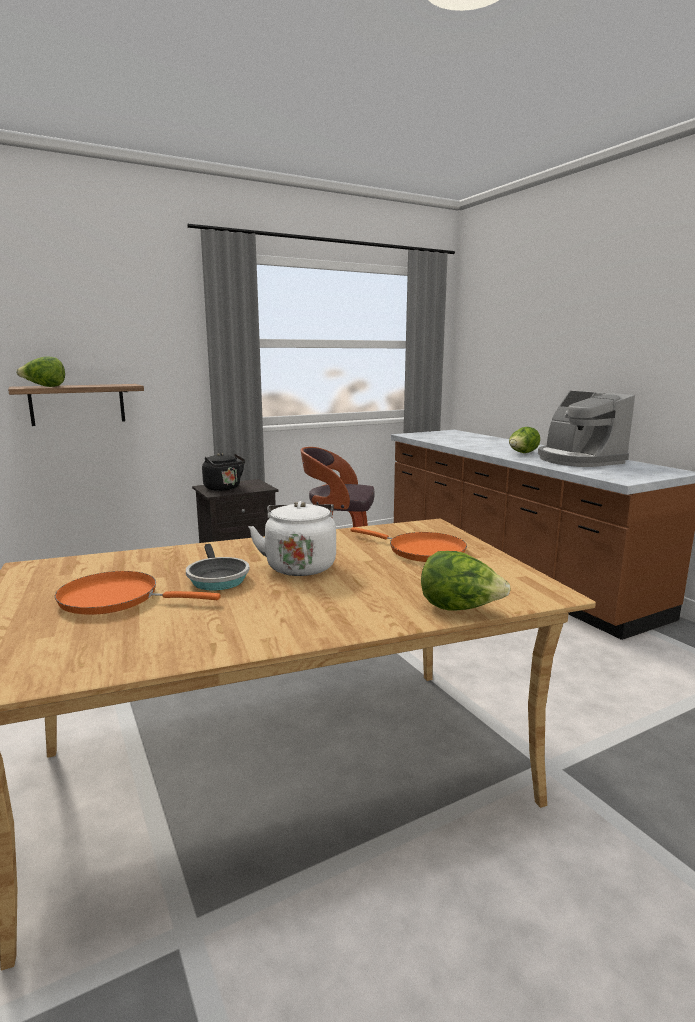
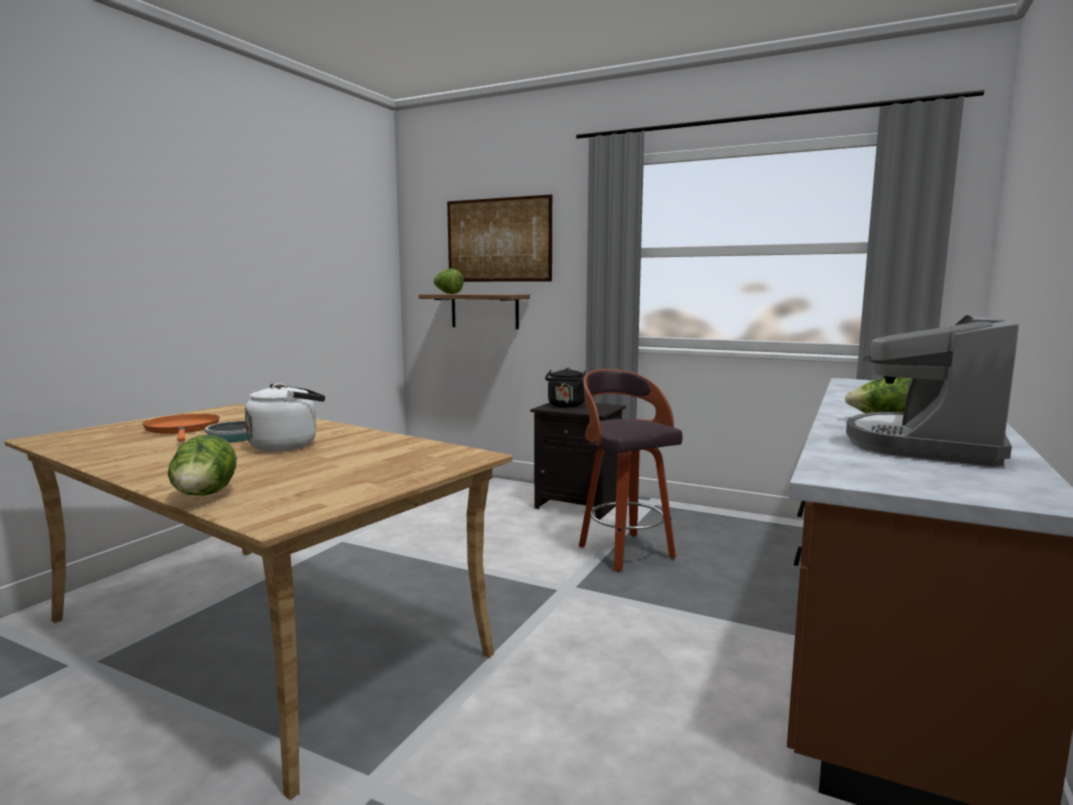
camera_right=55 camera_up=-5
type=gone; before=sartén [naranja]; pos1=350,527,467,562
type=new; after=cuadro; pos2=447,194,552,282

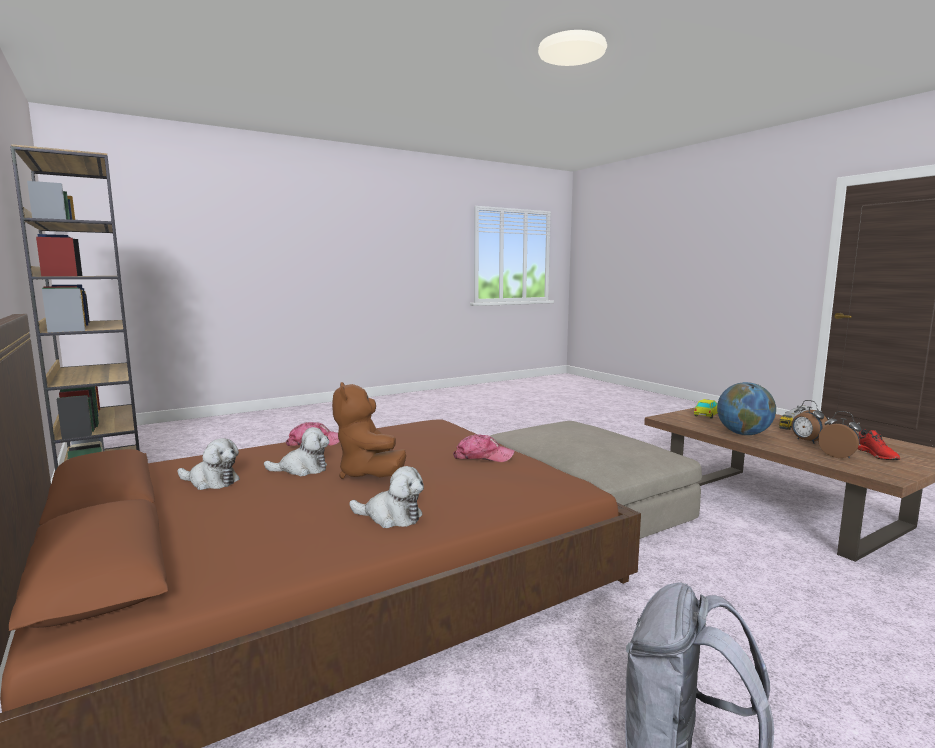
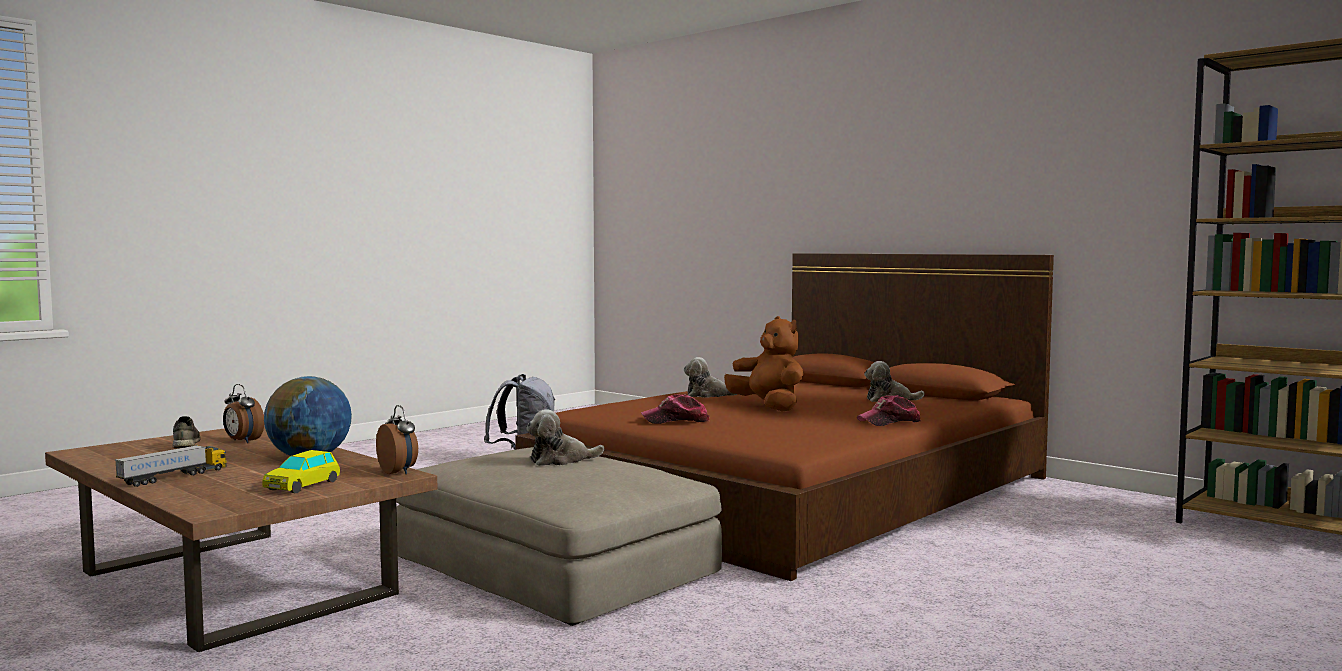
camera_right=165 camera_up=-5
type=shifted; before=peluche; pos1=264,427,330,476; pos2=526,409,604,466
type=shifted; before=despertador; pos1=792,400,829,443; pos2=376,405,418,474
type=repainted; before=zapato [rojo]; after=zapato [gris]; pos1=858,429,900,460; pos2=173,416,201,448

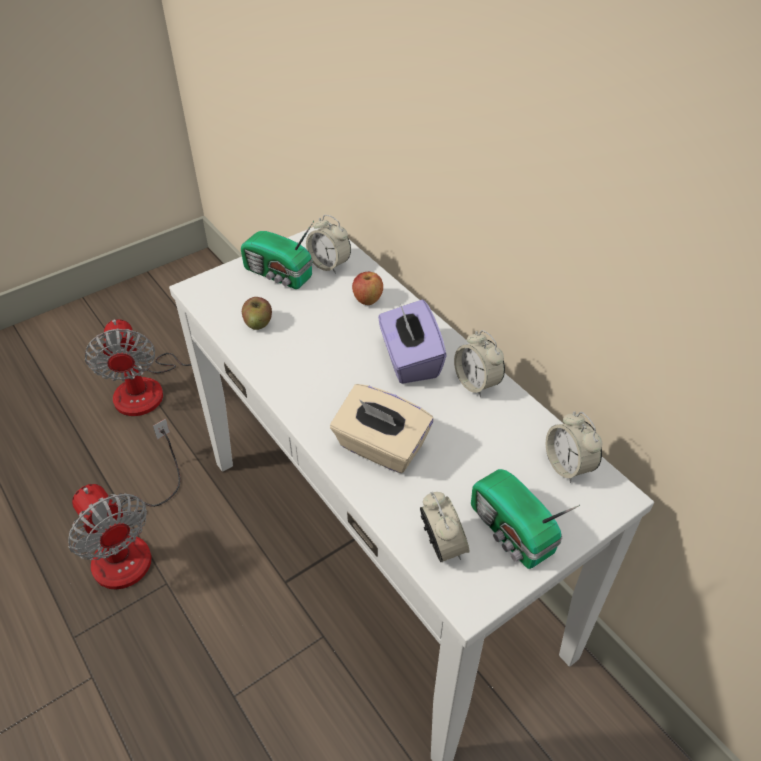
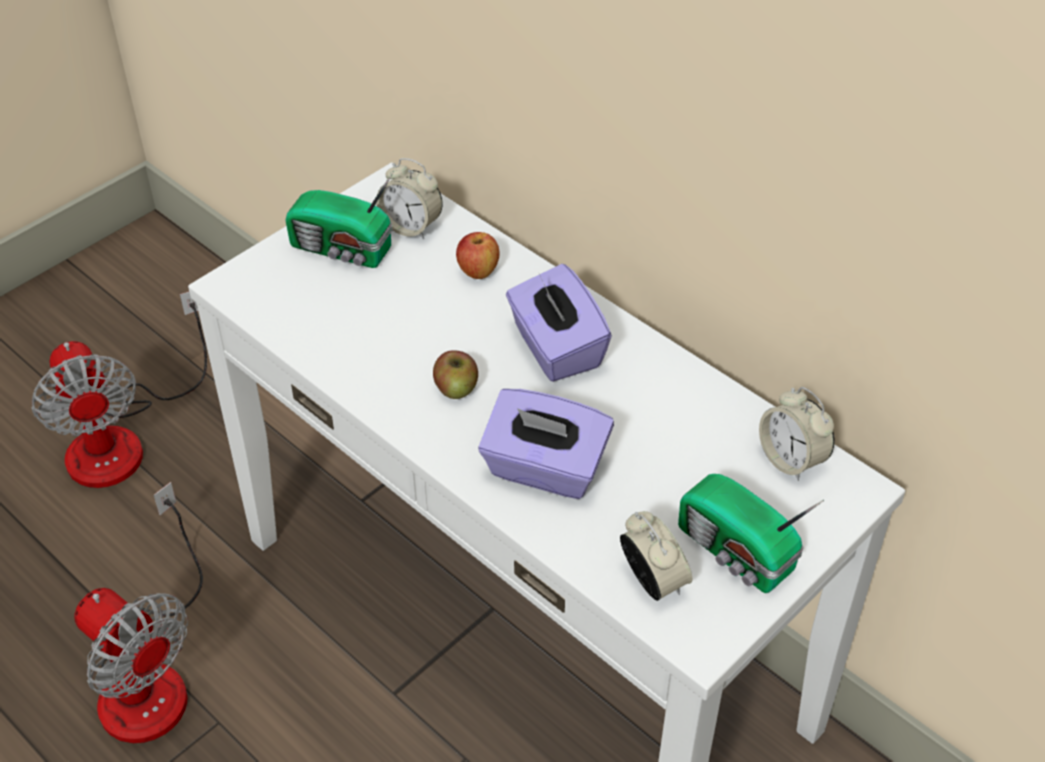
camera_right=-10 camera_up=0
type=gone; before=despertador; pos1=454,330,505,397
type=shifted; before=manzana; pos1=242,297,272,330; pos2=433,350,478,399
type=repainted; before=caja de pañuelos [beis]; after=caja de pañuelos [morado]; pos1=330,384,433,473; pos2=478,389,614,499

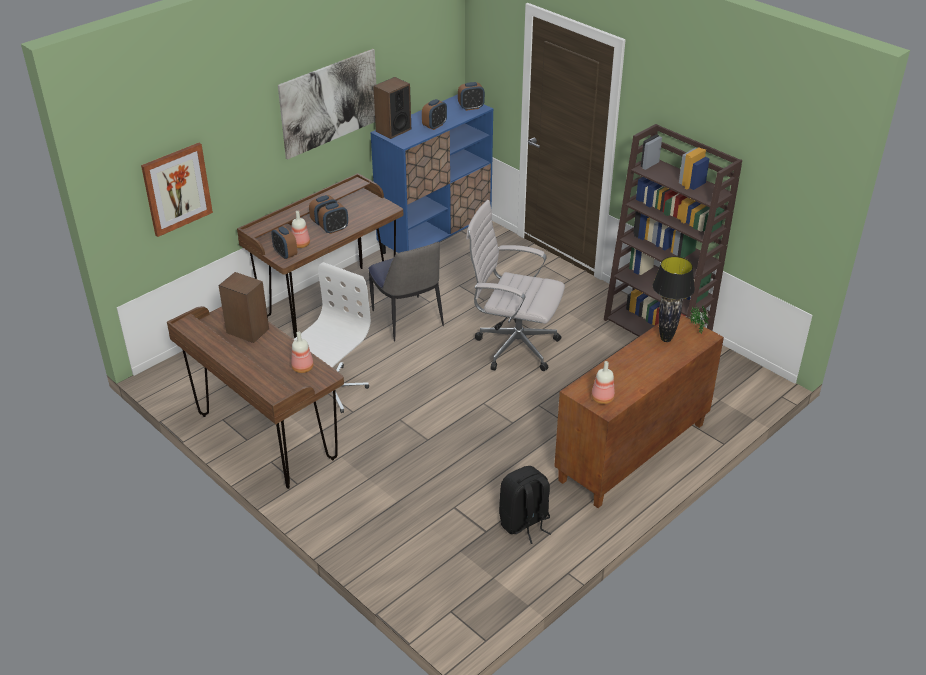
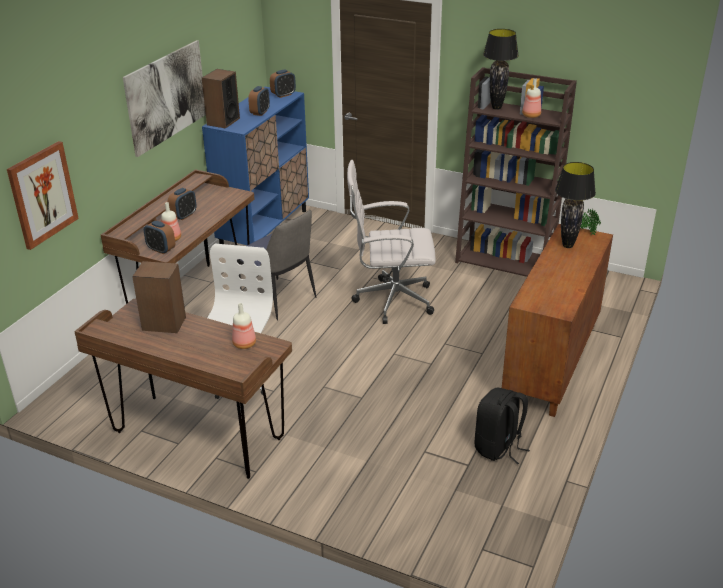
camera_right=-20 camera_up=-5
type=gone; before=despertador; pos1=318,203,348,234
type=new; after=lámpara de mesa [negro]; pos2=483,29,519,110
type=shifted; before=botella; pos1=591,361,615,404; pos2=522,78,541,118

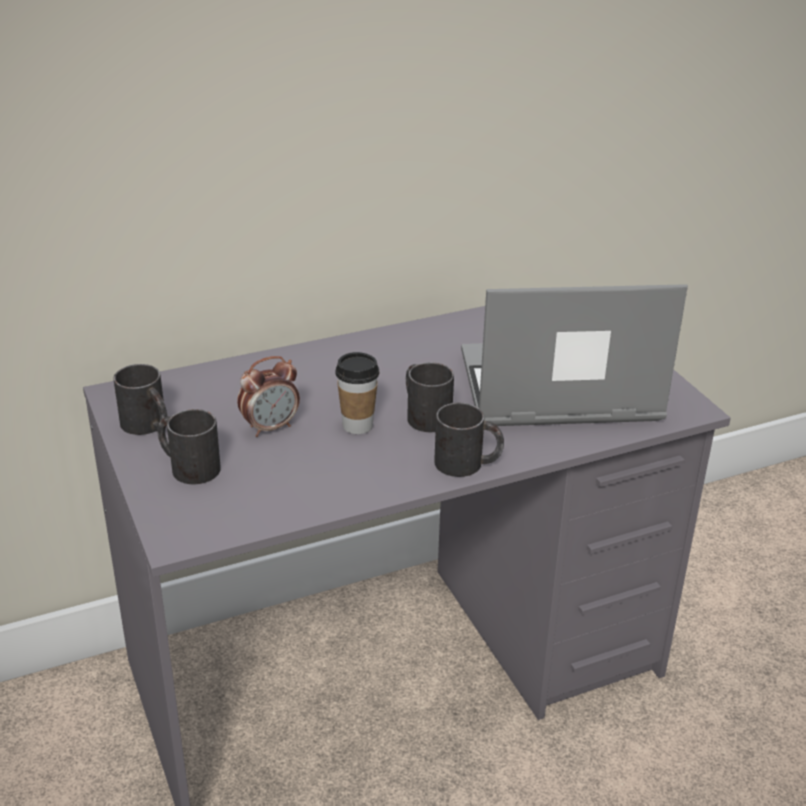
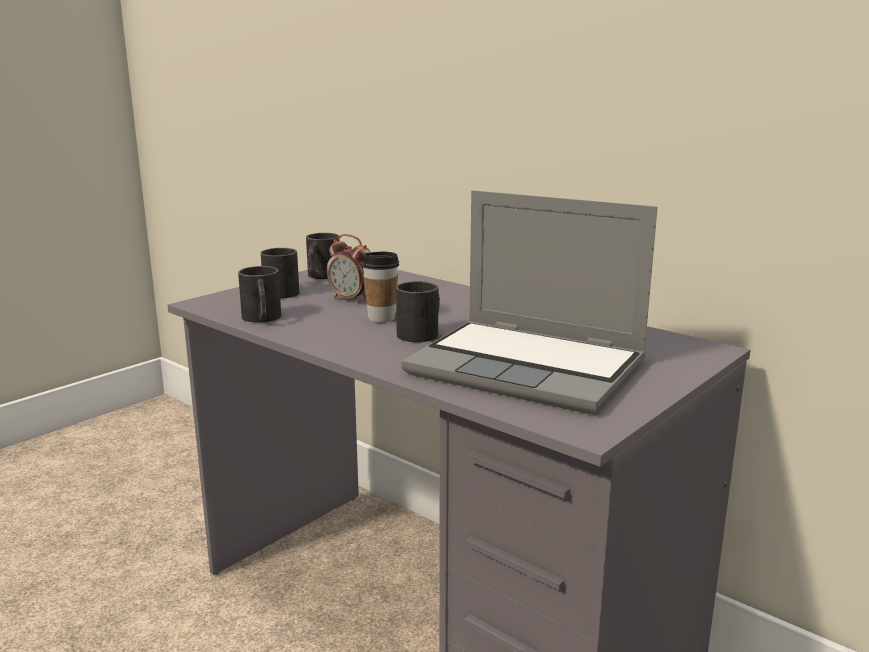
camera_right=65 camera_up=-15
type=shifted; before=taza grande [negro]; pos1=434,403,504,477; pos2=238,266,281,323
type=rotated; before=portátil; pos1=461,284,688,426; pos2=401,190,658,414; turn=150

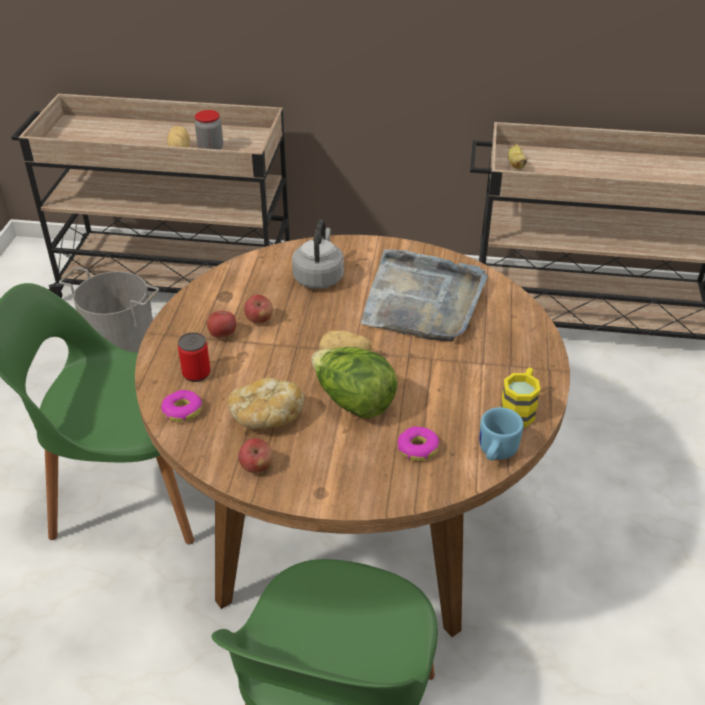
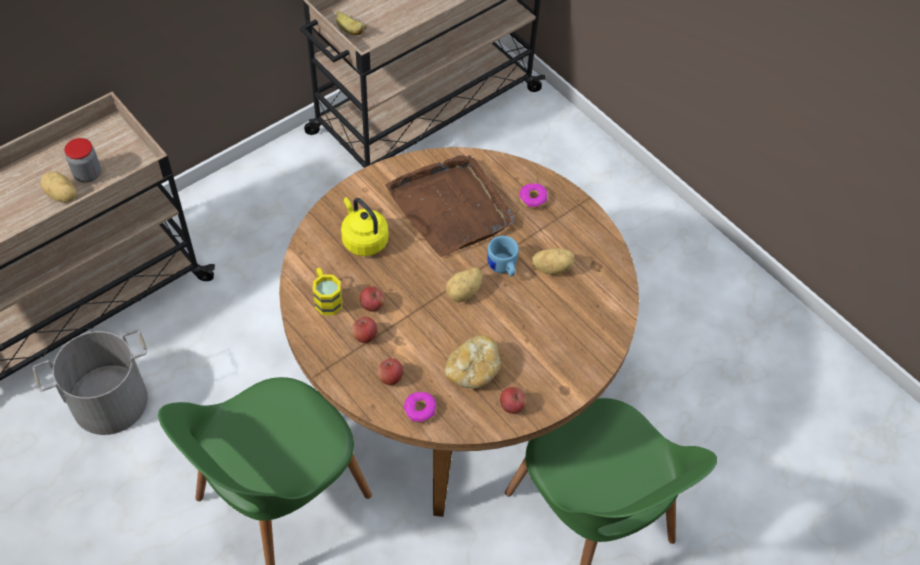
camera_right=-50 camera_up=15
type=gone; before=lechuga; pos1=311,347,398,418
type=new; after=patata; pos2=531,248,574,275
type=shifted; before=rosquilla; pos1=397,426,440,461; pos2=519,183,548,209
type=shifted; before=taza grande [azul]; pos1=479,407,524,460; pos2=488,236,519,276
type=shifted; before=taza grande [amarillo]; pos1=501,368,541,427; pos2=313,268,342,315
type=swapped; before=lata; after=manzana; pos1=178,332,211,382; pos2=377,358,403,385
type=repainted; before=hervidor [gris]; after=hervidor [amarillo]; pos1=292,220,344,289; pos2=341,197,389,256
type=repainted; before=bandeja [gris]; after=bandeja [marrón]; pos1=361,249,488,342; pos2=385,155,513,257

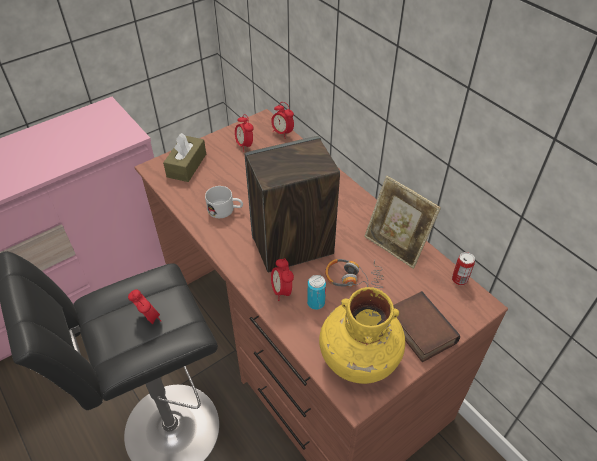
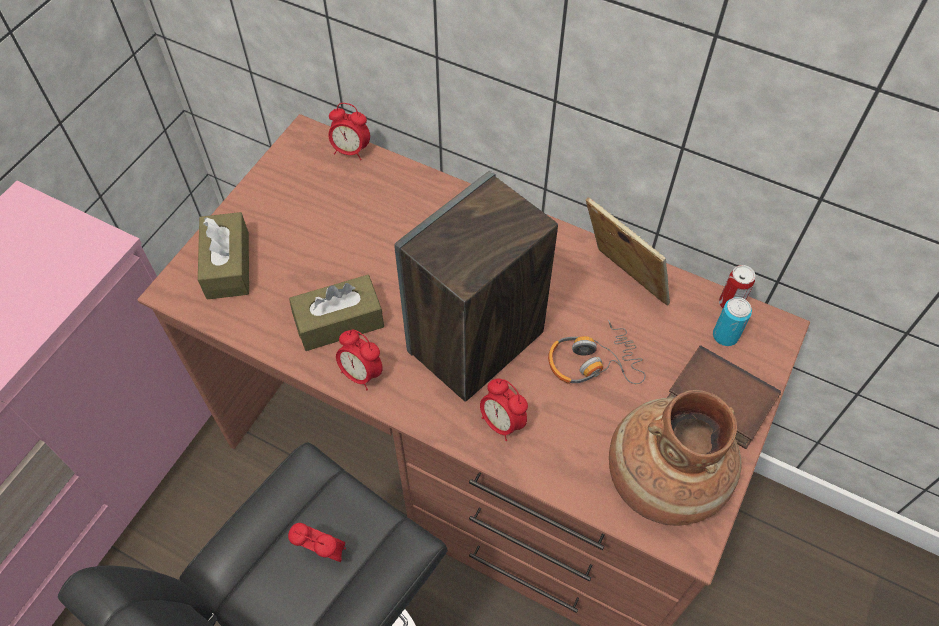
camera_right=-25 camera_up=10
type=shifted; before=despertador; pos1=235,114,253,152; pos2=336,329,383,390
type=shifted; before=lata; pos1=307,275,326,310; pos2=713,297,752,346
type=swapped; before=taza grande [blanco]; after=caja de pañuelos [marrón]; pos1=205,186,243,218; pos2=289,275,384,351
type=repainted; before=florero [amarillo]; after=florero [marrón]; pos1=319,287,405,384; pos2=609,390,741,526
type=rotated; before=portarretratos; pos1=364,176,441,269; pos2=586,197,670,306; turn=-150

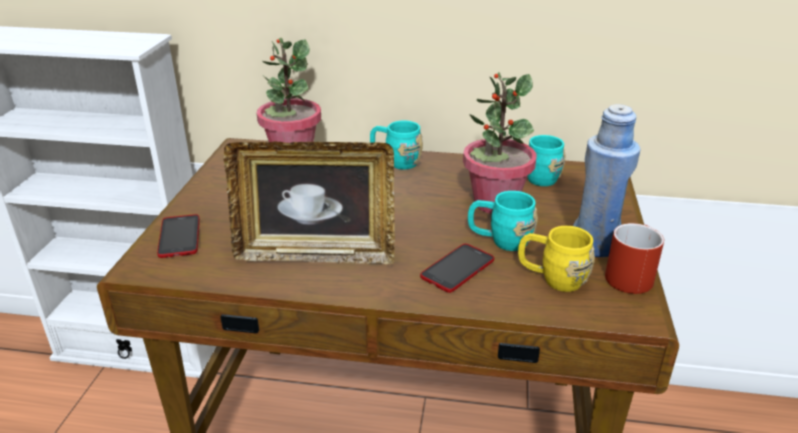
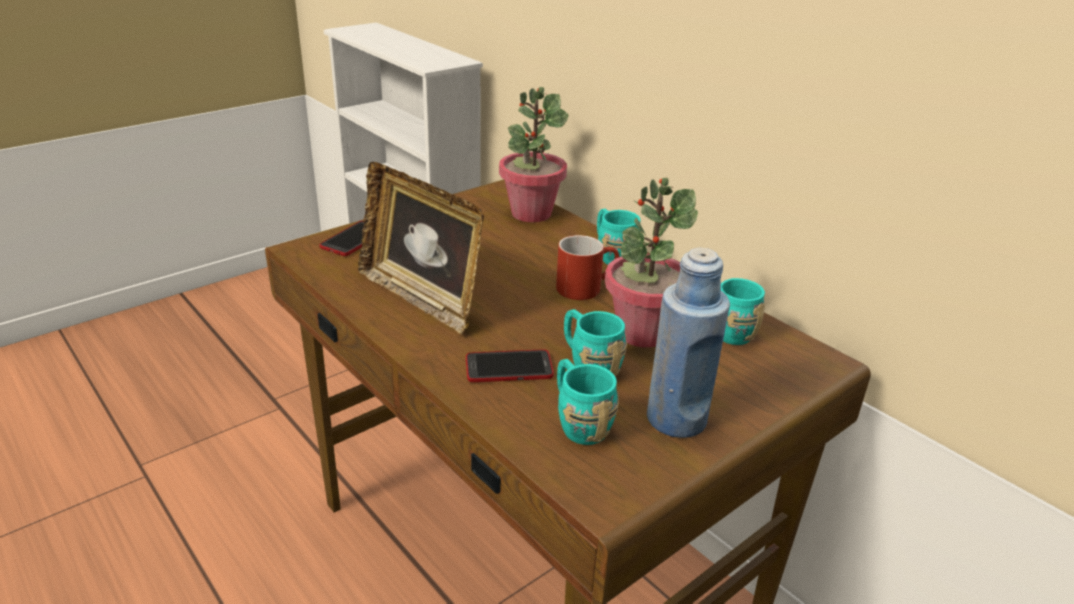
camera_right=40 camera_up=0
type=shifted; before=taza grande [rojo]; pos1=605,223,664,294; pos2=556,235,619,300
type=repainted; before=taza grande [amarillo]; after=taza grande [turquesa]; pos1=518,226,595,292; pos2=557,359,619,445

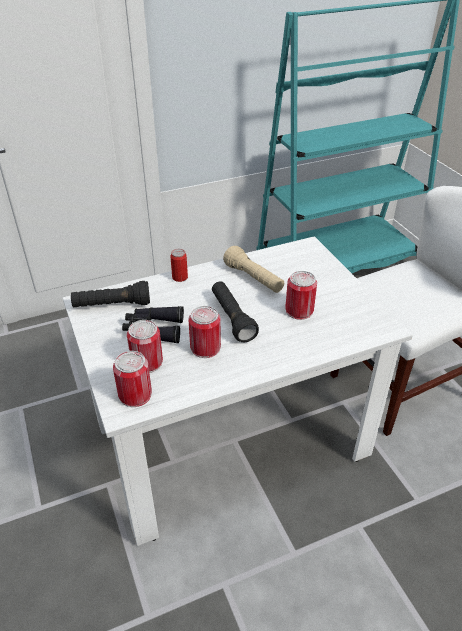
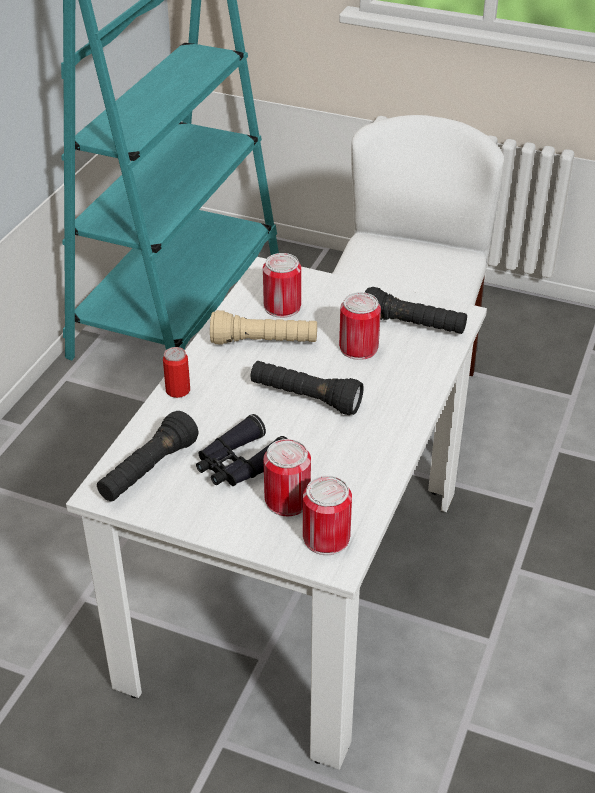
camera_right=-45 camera_up=0
type=new; after=linterna [negro]; pos2=365,287,467,334
type=shifted; before=lata; pos1=188,306,221,358; pos2=263,253,301,318

